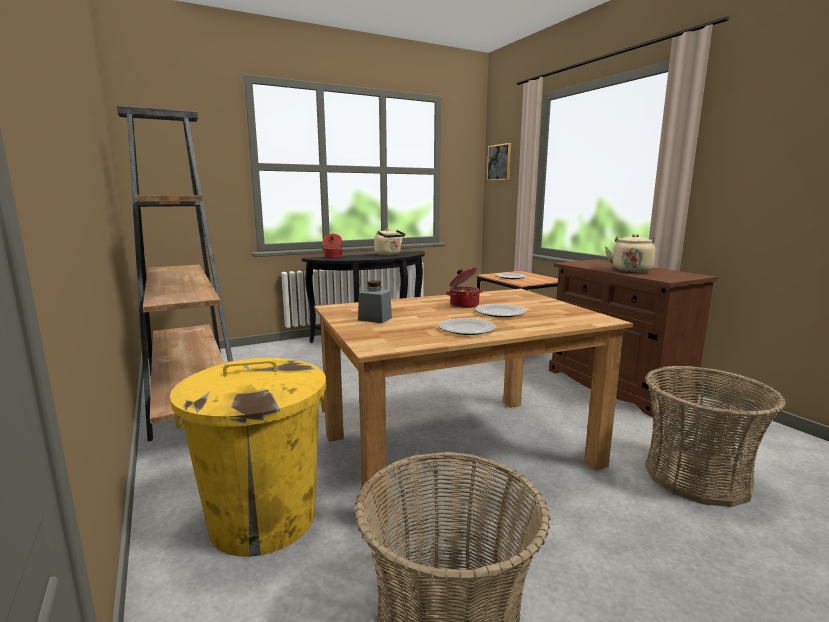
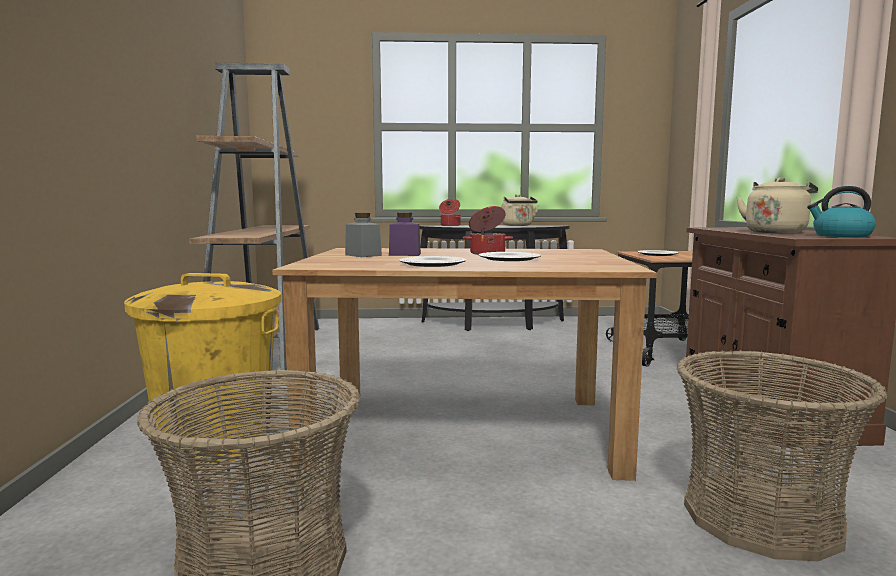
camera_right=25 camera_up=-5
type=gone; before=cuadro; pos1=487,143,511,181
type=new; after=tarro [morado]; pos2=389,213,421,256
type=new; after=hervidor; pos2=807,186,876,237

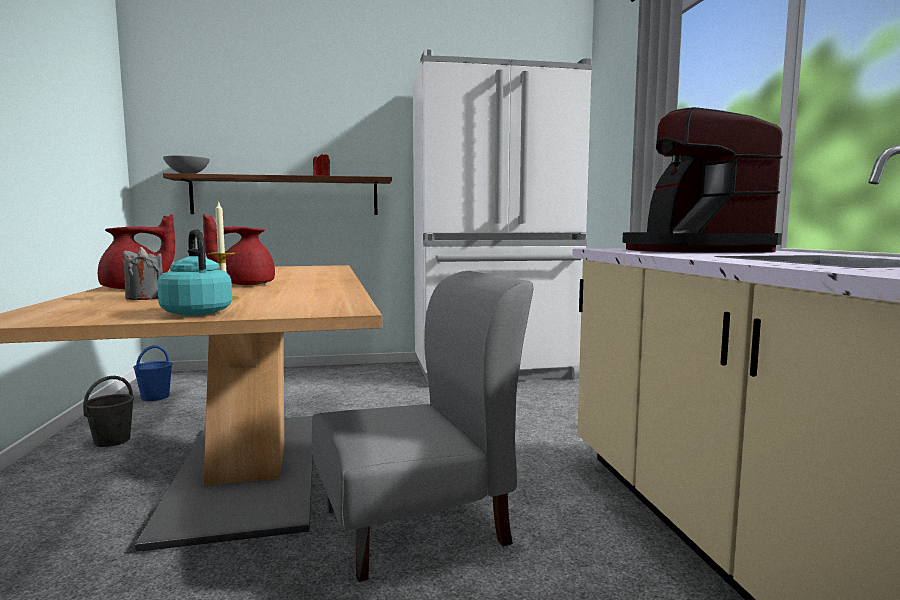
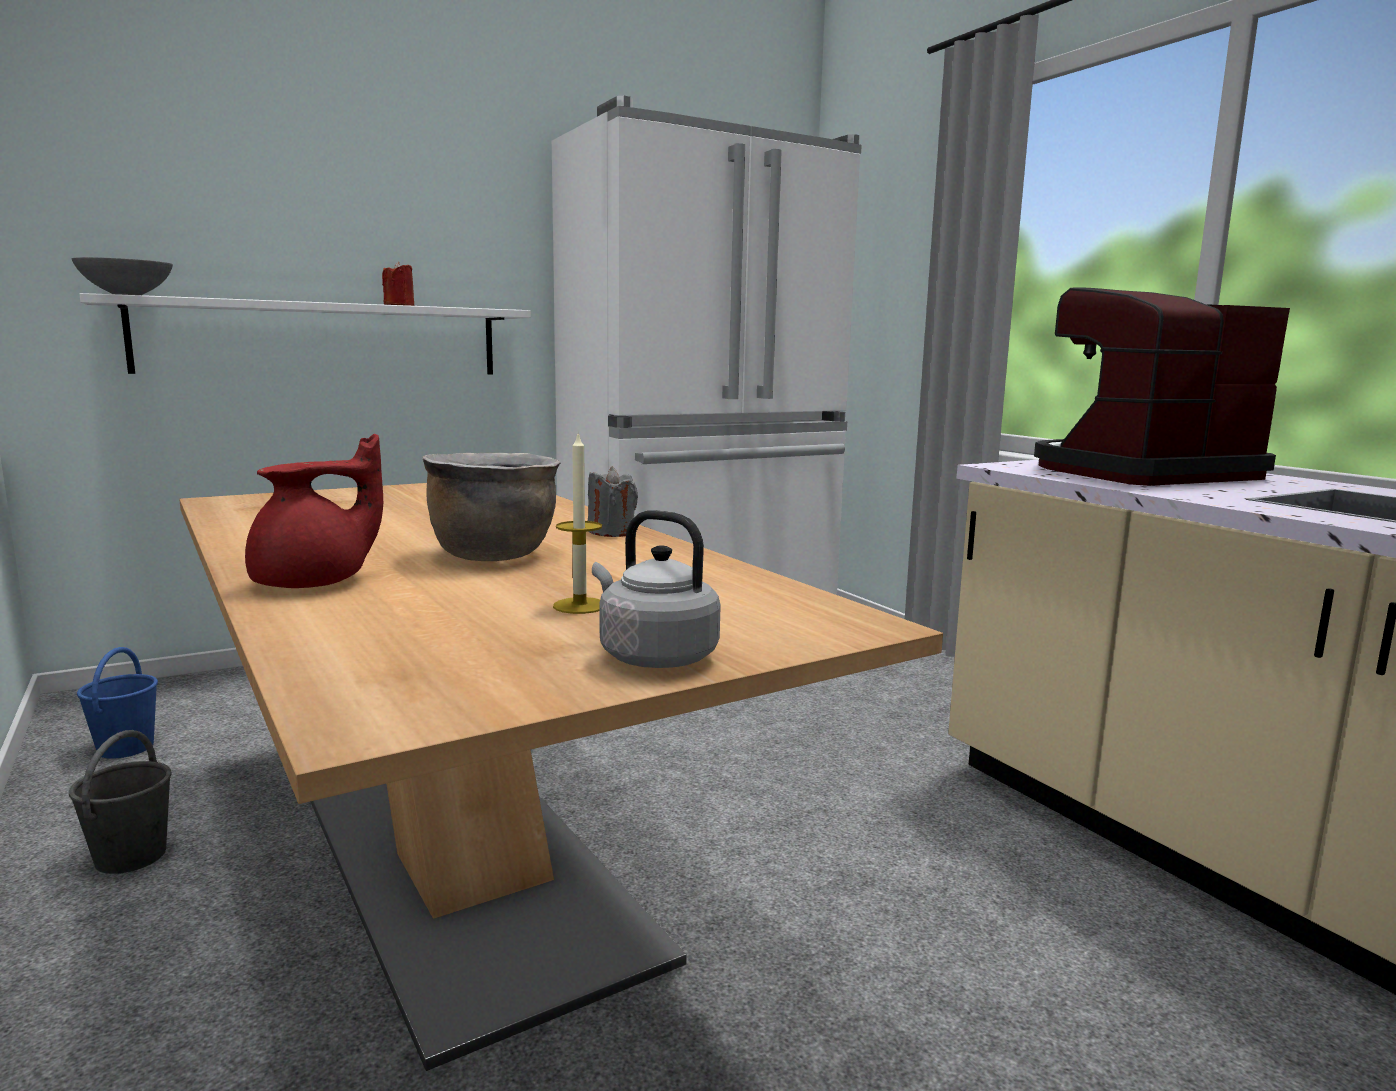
camera_right=-20 camera_up=5
type=gone; before=silla [gris]; pos1=312,271,533,582
type=shifted; before=vela [gris]; pos1=122,247,163,300; pos2=588,467,638,537
type=swapped; before=tetera [rojo]; after=olla [marrón]; pos1=203,214,275,285; pos2=423,453,560,561
type=repainted; before=hervidor [turquesa]; after=hervidor [gris]; pos1=157,229,232,316; pos2=592,510,721,668
type=repainted; before=estante [marrón]; after=estante [blanco]; pos1=163,173,392,215; pos2=79,293,531,374
type=rotated; before=cafetera; pos1=622,107,783,253; pos2=1034,287,1290,486; turn=90

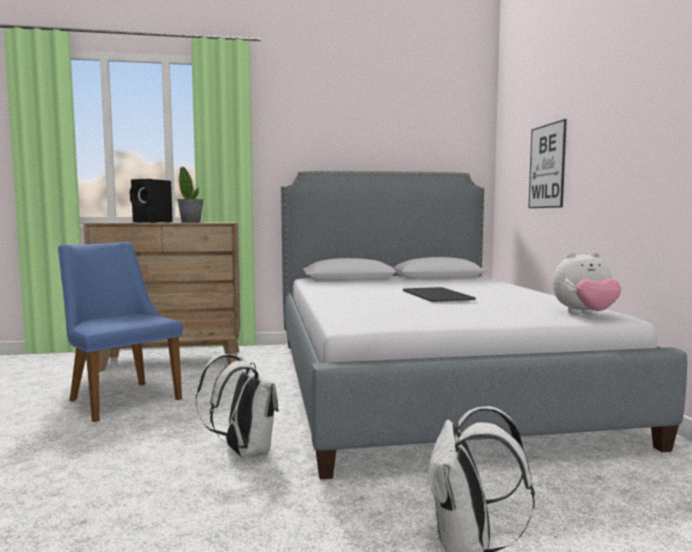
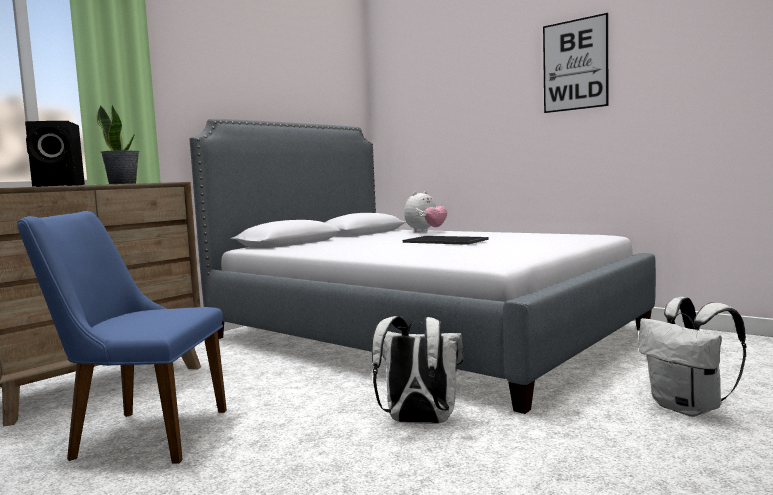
camera_right=-40 camera_up=0
type=shifted; before=cuadro; pos1=529,119,567,208; pos2=543,13,608,113
type=shifted; before=peluche; pos1=553,252,621,314; pos2=404,191,447,232

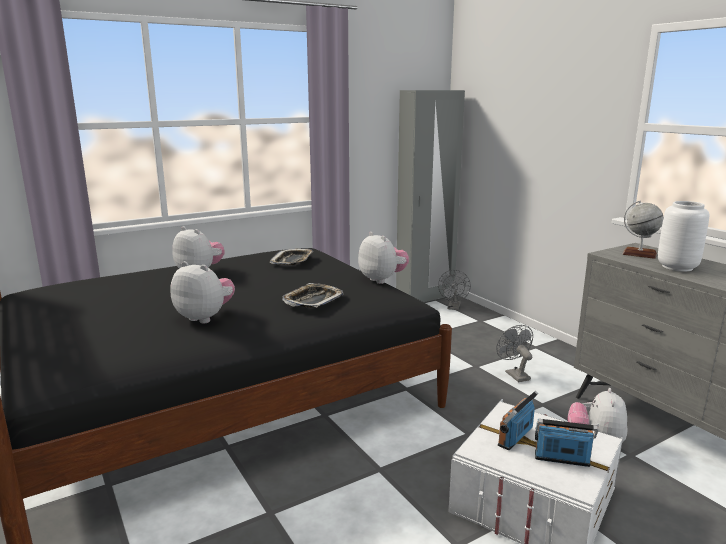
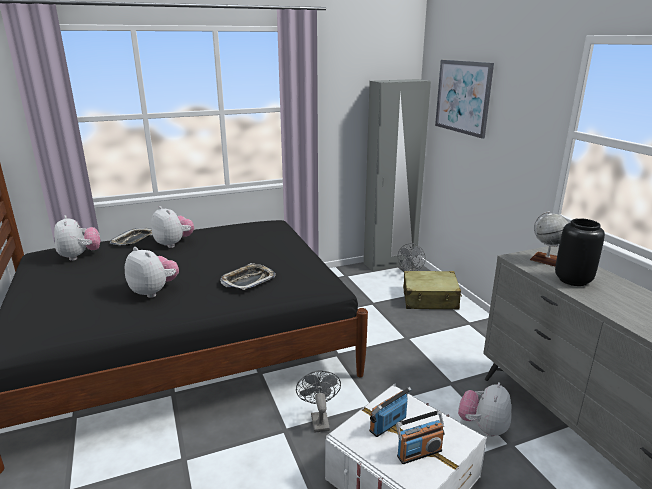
camera_right=10 camera_up=5
type=new; after=maleta [beis]; pos2=403,271,462,310
type=new; after=cuadro; pos2=435,60,494,139
type=shifted; before=bandeja; pos1=270,248,314,265; pos2=110,228,152,246
type=shifted; before=peluche; pos1=358,232,409,284; pos2=54,215,100,261
type=shifted; before=ventilador [gris]; pos1=496,325,533,382; pos2=296,371,341,432
type=repainted; before=florero [blanco]; after=florero [negro]; pos1=658,201,709,272; pos2=555,218,605,286
type=rotated; before=radio; pos1=535,419,598,467; pos2=396,410,444,464; turn=135

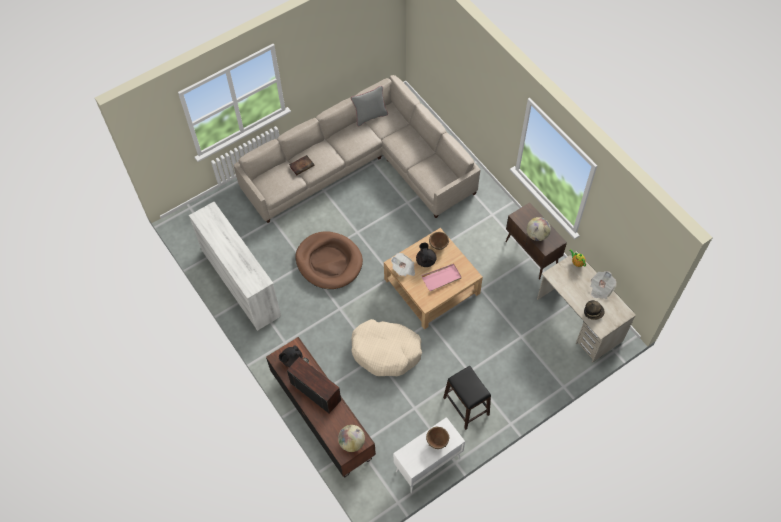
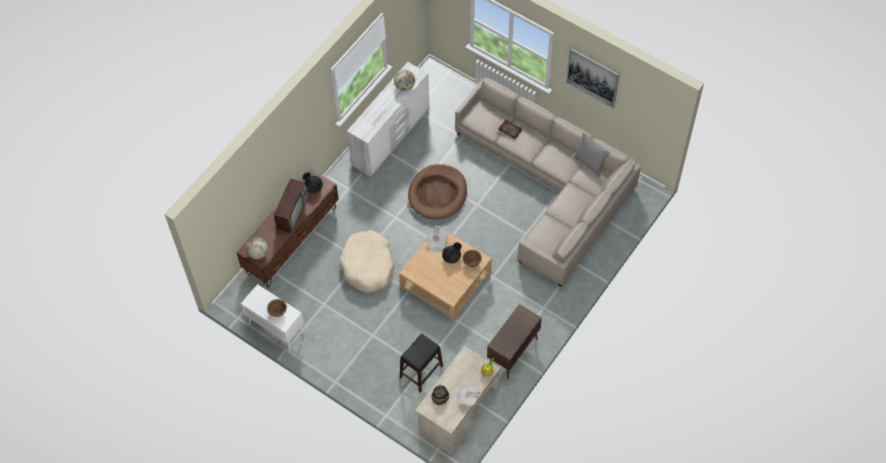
camera_right=70 camera_up=0
type=gone; before=bandeja [rosa]; pos1=421,264,462,291
type=new; after=cuadro; pos2=566,48,620,108
type=shifted; before=taburete [negro]; pos1=443,366,491,430; pos2=400,333,443,393
type=shifted; before=globo terráqueo; pos1=527,217,551,241; pos2=394,69,415,91

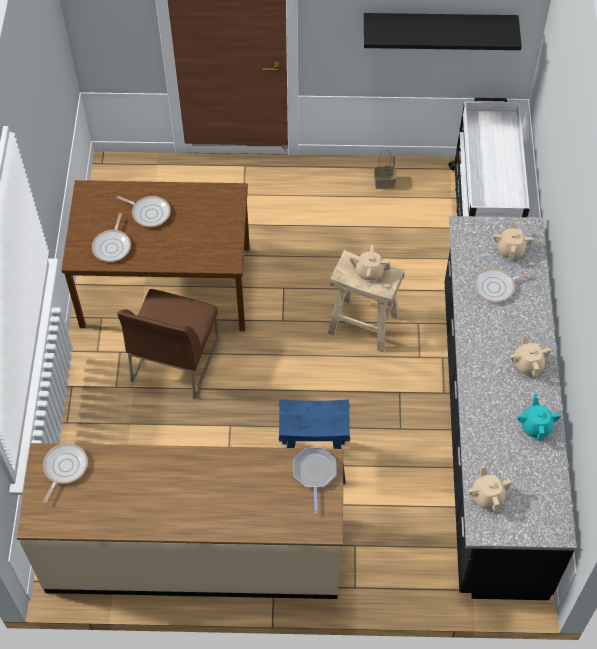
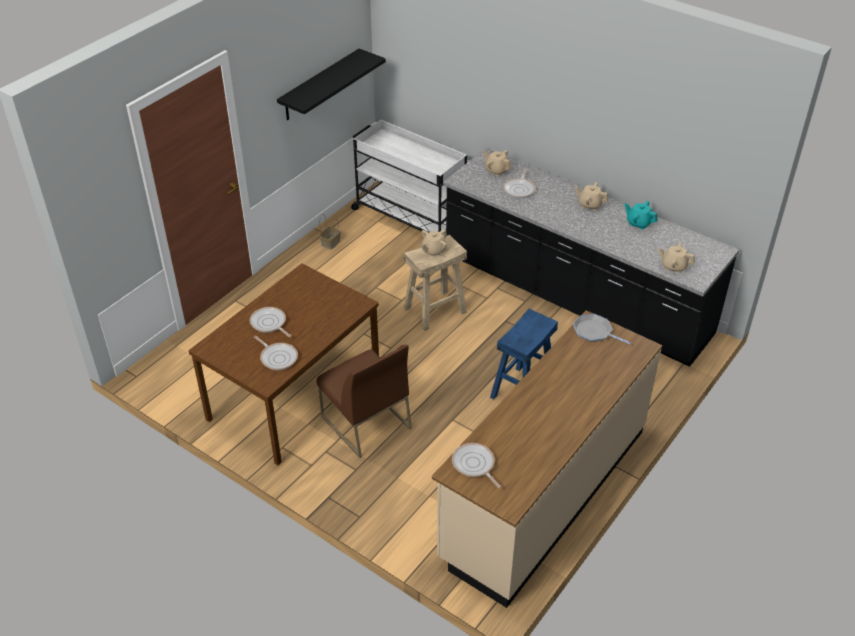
camera_right=-55 camera_up=-15
type=rotated; before=sartén; pos1=117,196,171,227; pos2=250,307,291,337; turn=-105

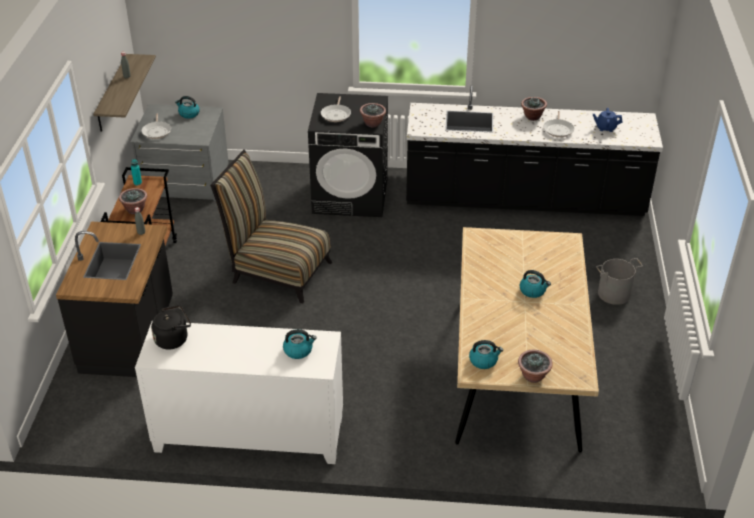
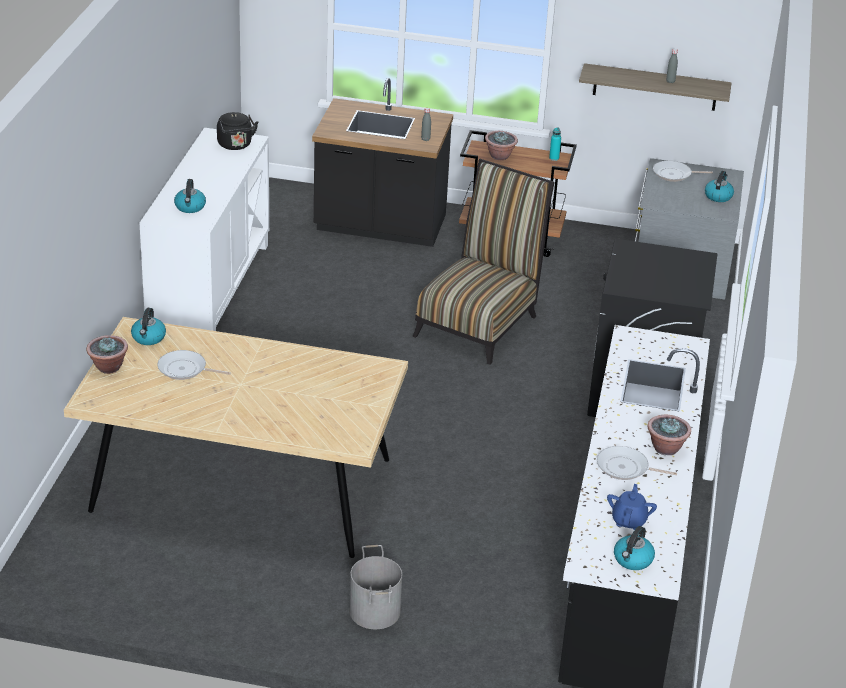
camera_right=95 camera_up=-5
type=gone; before=planta en maceta; pos1=360,103,386,127
type=shifted; before=sartén; pos1=321,96,351,122; pos2=157,350,231,380
type=shifted; before=hervidor; pos1=520,270,551,298; pos2=614,526,655,570

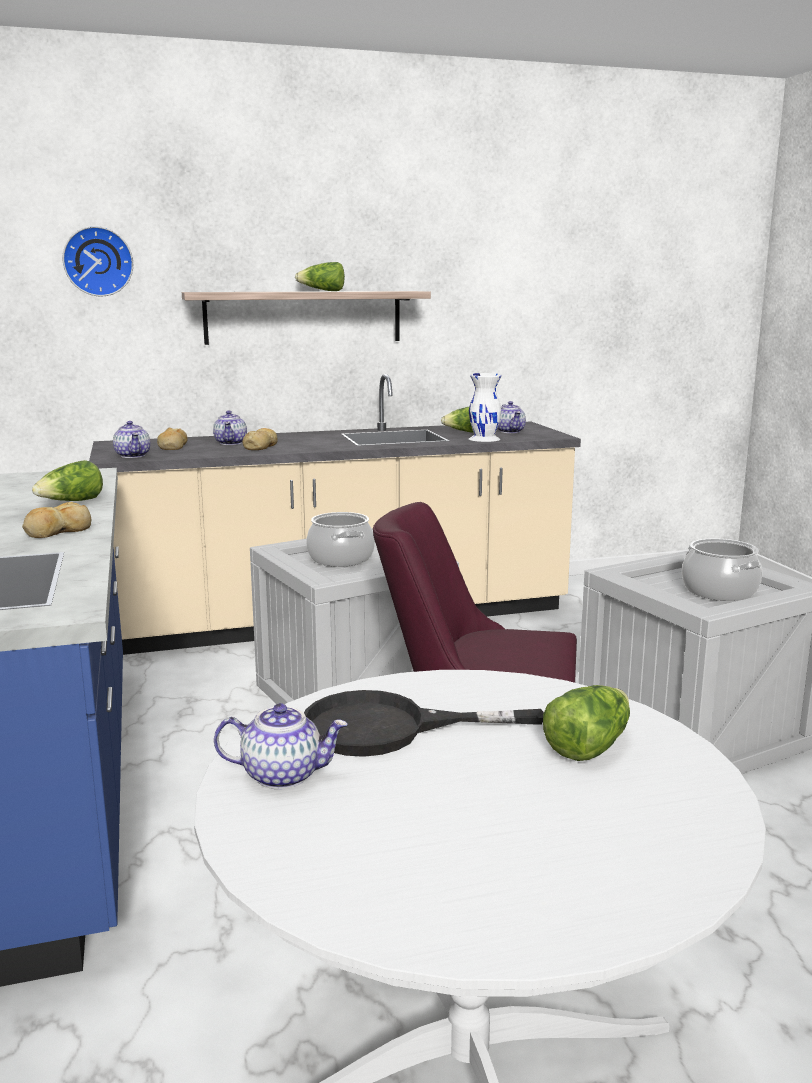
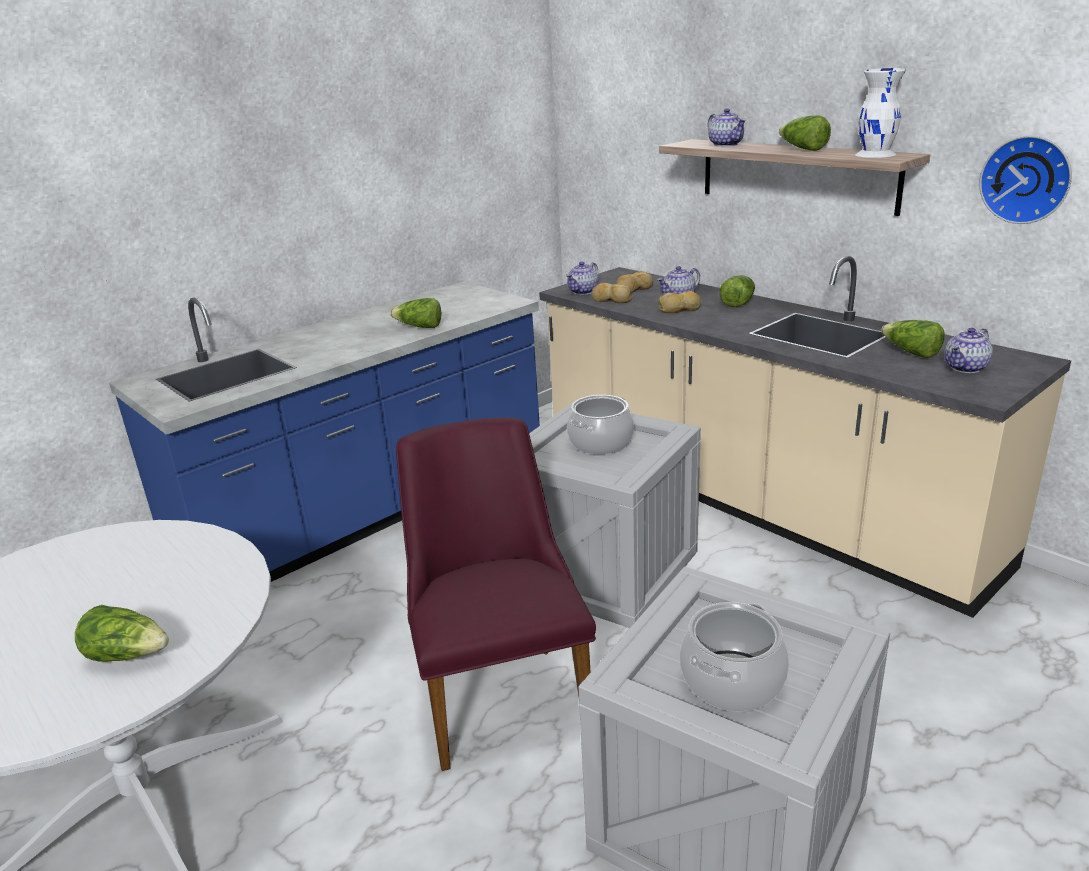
camera_right=65 camera_up=10
type=gone; before=sartén [negro]; pos1=304,690,544,757
type=new; after=lechuga; pos2=719,275,755,307
type=shifted; before=pan; pos1=22,502,91,538; pos2=591,283,633,303
type=shifted; before=reloj de pared; pos1=62,226,133,296; pos2=979,136,1072,224
type=shifted; before=tetera; pos1=214,703,348,789; pos2=708,108,746,147
type=shifted; before=florero [blanco]; pos1=469,373,502,442; pos2=855,68,906,158

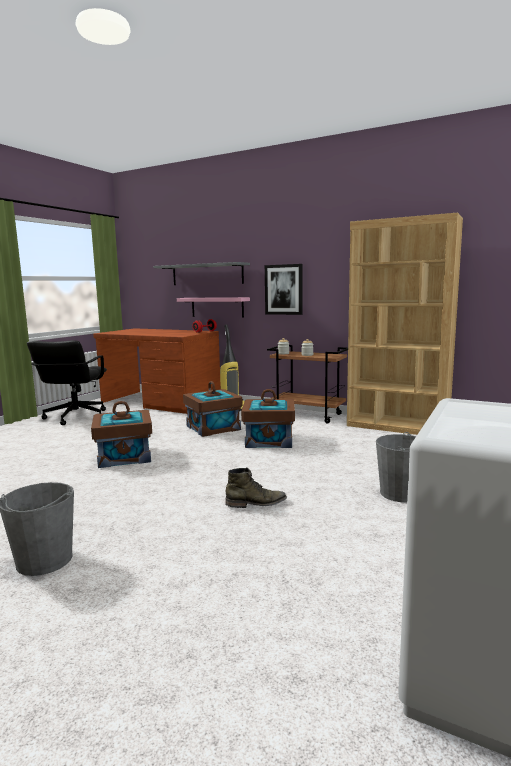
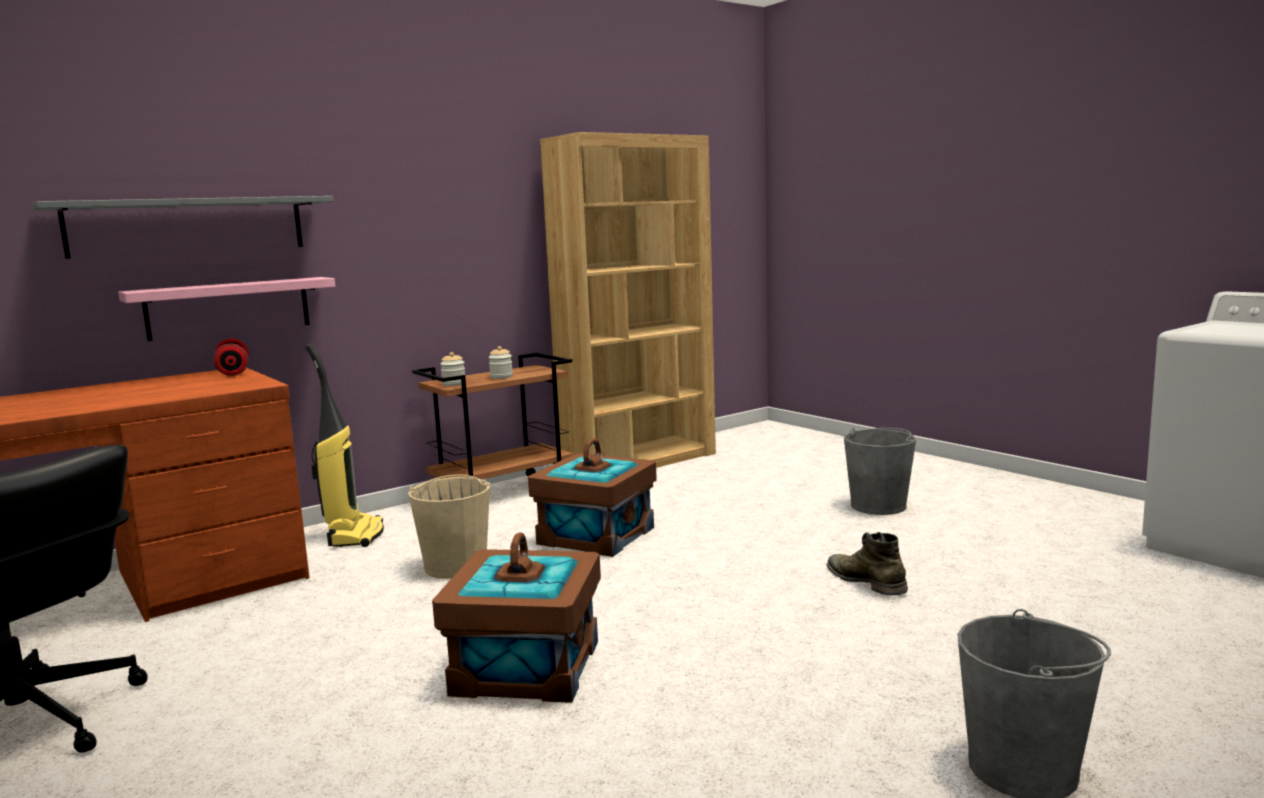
camera_right=-65 camera_up=0
type=gone; before=cuadro; pos1=265,264,302,315
type=swapped; before=caja de almacenaje [marrón]; after=cubo [beis]; pos1=183,381,243,437; pos2=408,475,490,579
type=rotated; before=bota [verde]; pos1=225,467,287,508; pos2=827,532,908,595; turn=-45

